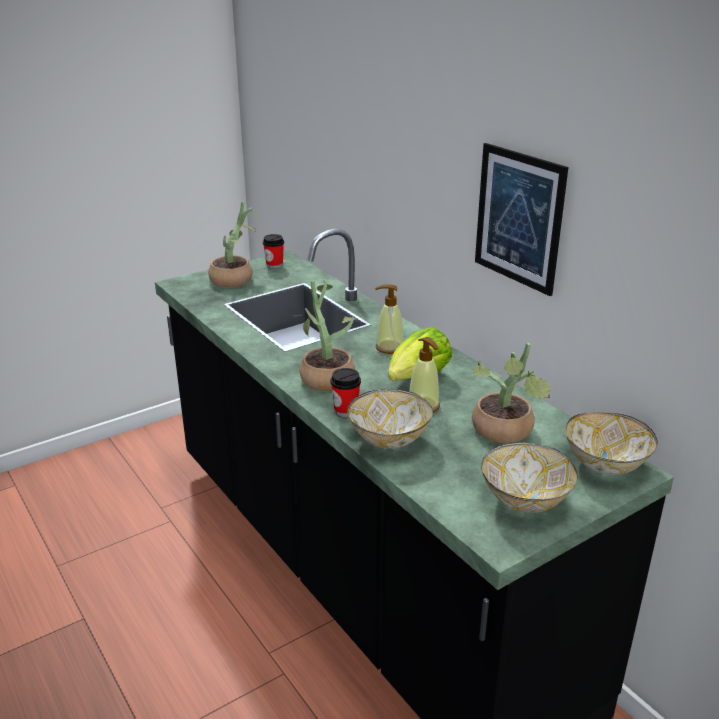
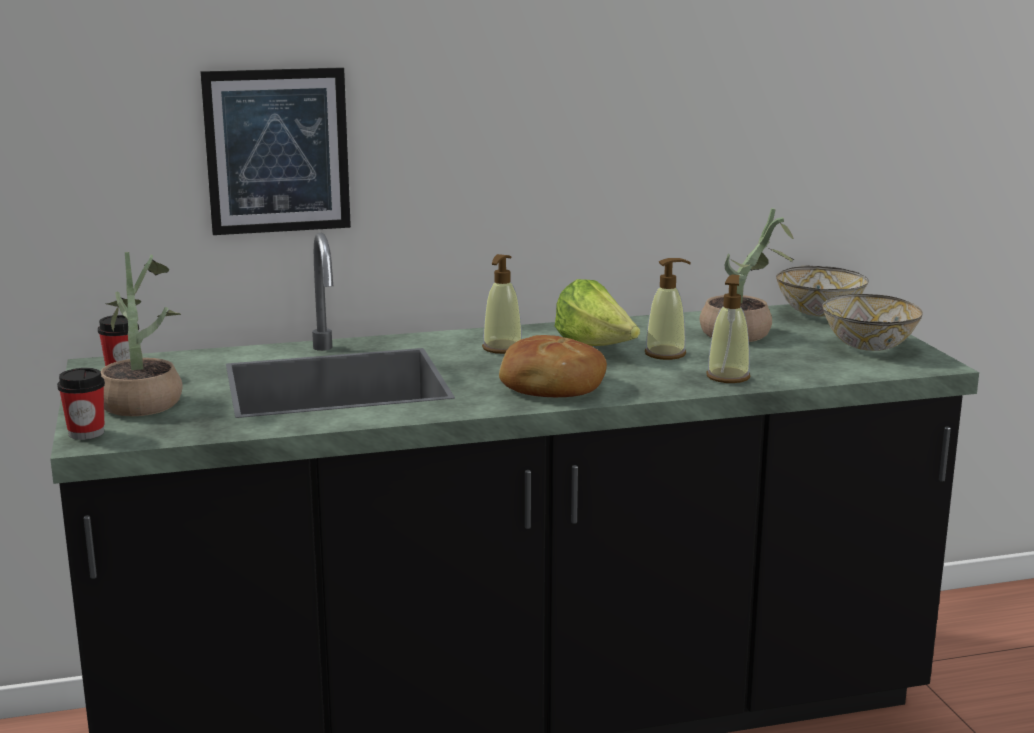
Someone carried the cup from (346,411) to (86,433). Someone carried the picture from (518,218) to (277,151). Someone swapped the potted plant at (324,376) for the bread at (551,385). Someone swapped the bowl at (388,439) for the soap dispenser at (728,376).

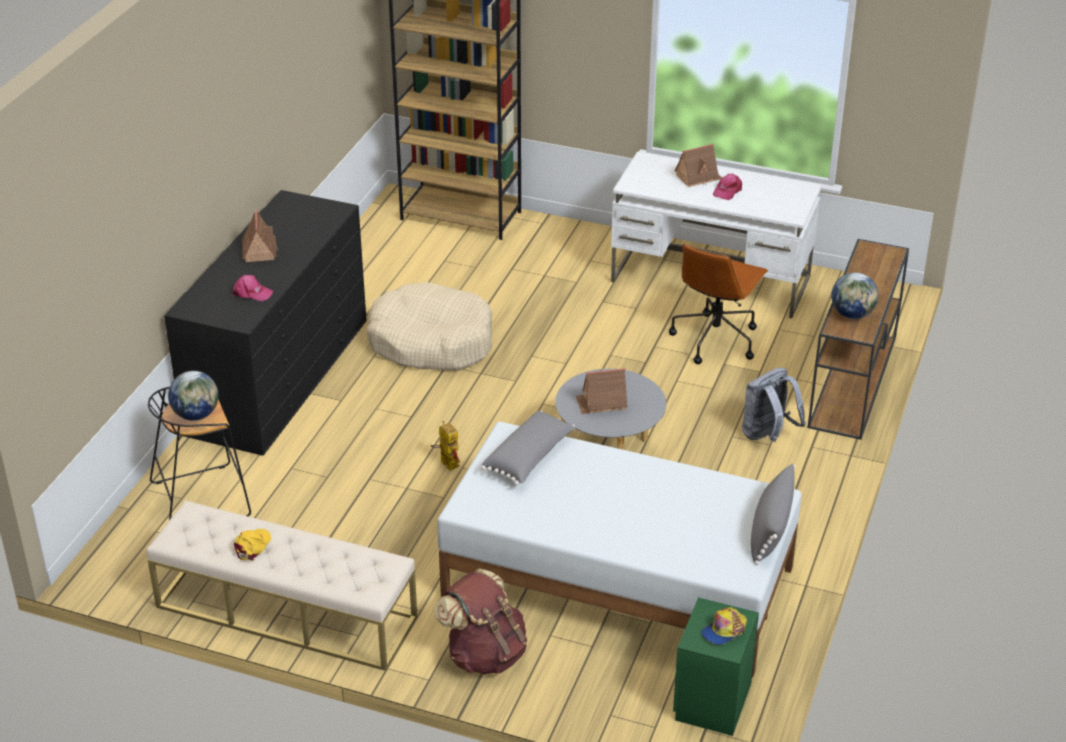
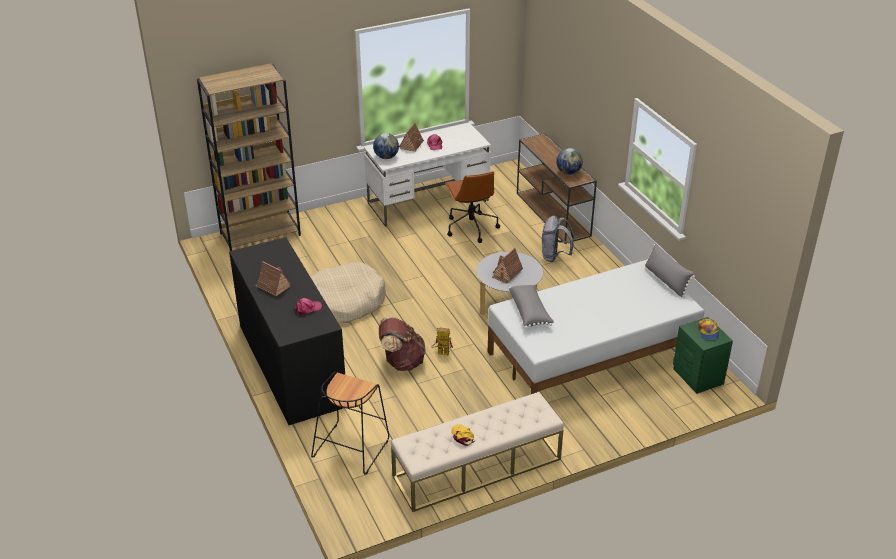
Someone carried the globe from (196,415) to (386,157). Someone carried the brown backpack from (485,654) to (401,362).

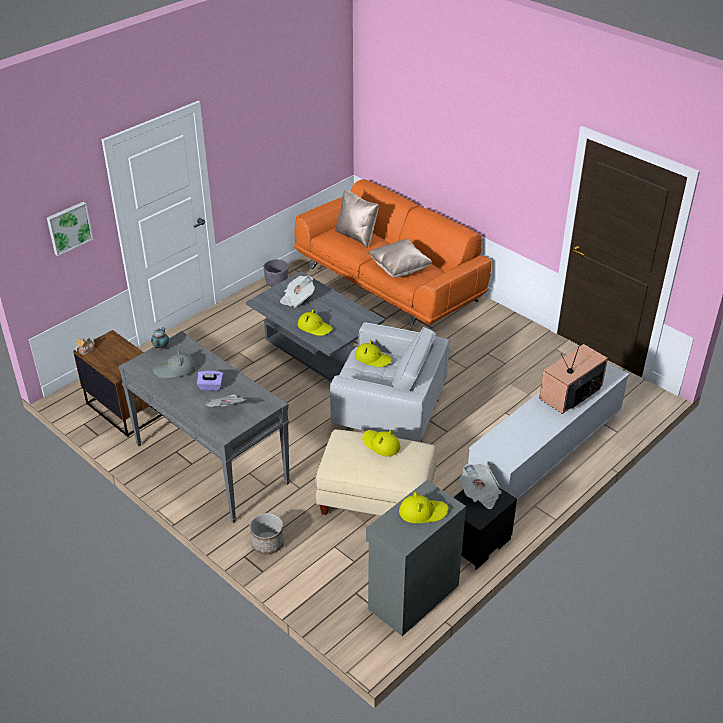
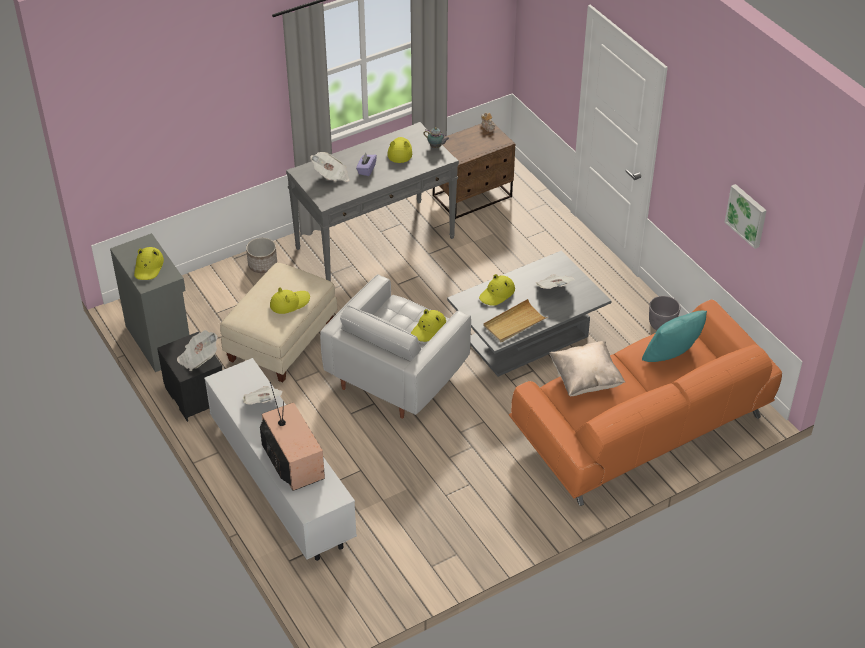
Someone put down the newspaper at (263,402). Someone put down the beige tray at (514,323). Someone carried the picture from (69,227) to (747,215). Someone repainted the grey hat at (175,370), which became the yellow hat at (399,152). Someone repainted the beige pillow at (356,236), which became the turquoise pillow at (672,356).

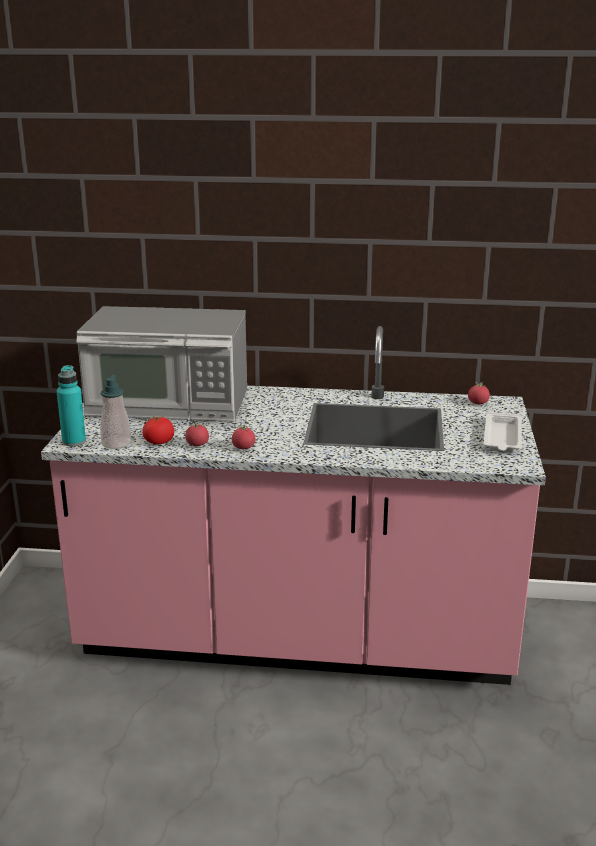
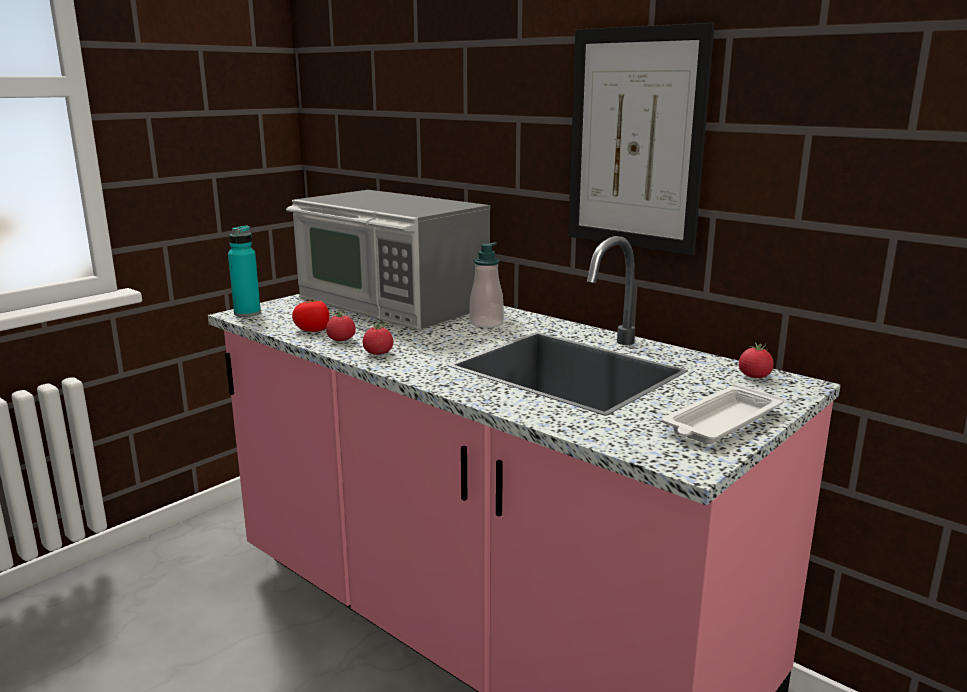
Someone put up the picture at (635,140). Someone carried the soap dispenser from (116,443) to (486,323).

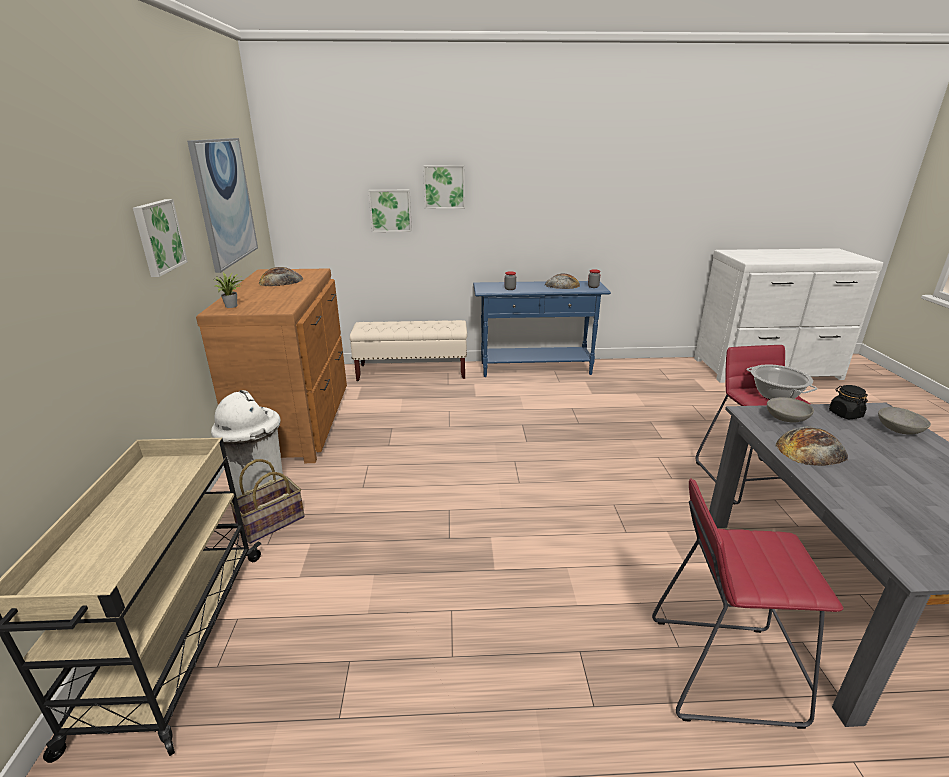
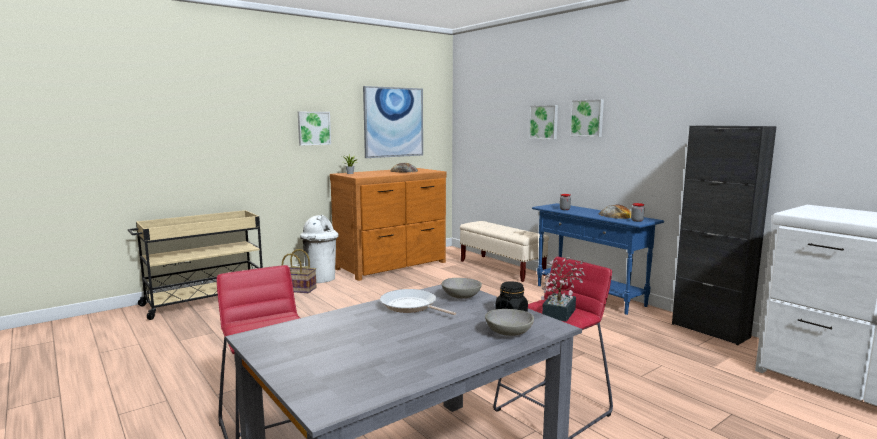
Someone put down the black cabinet at (710,330). Someone carried the picture from (390,210) to (587,118). Someone swapped the cooking pot at (776,395) for the potted plant at (561,311). Someone swapped the bread at (811,449) for the frying pan at (411,306).

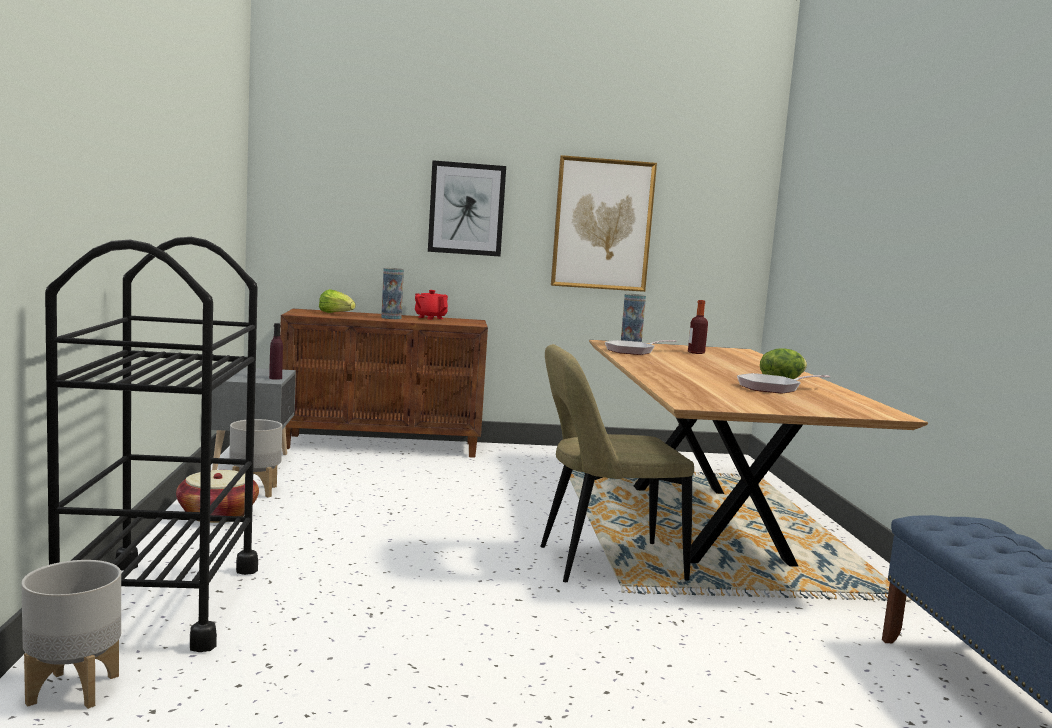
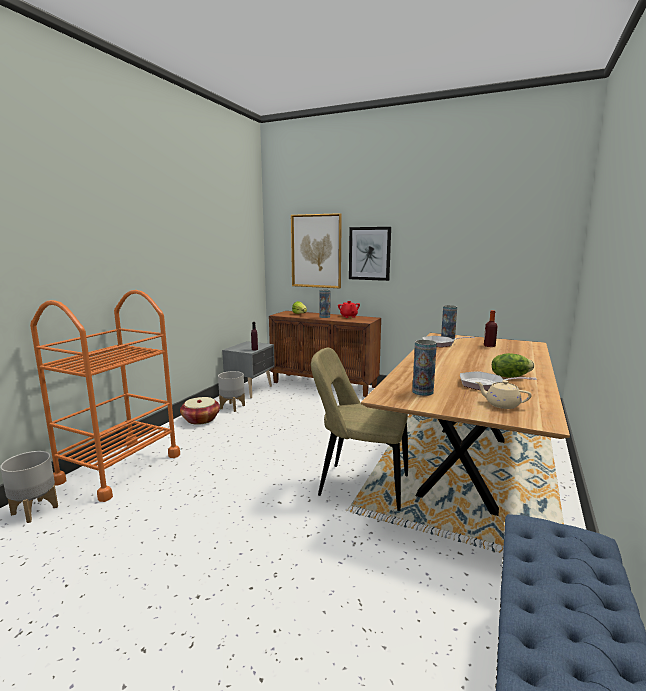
Someone put down the vase at (422,392). Someone put down the beige teapot at (501,404). Someone carried the picture from (602,224) to (316,251). Someone repainted the black cart at (160,603), which became the orange cart at (120,468).

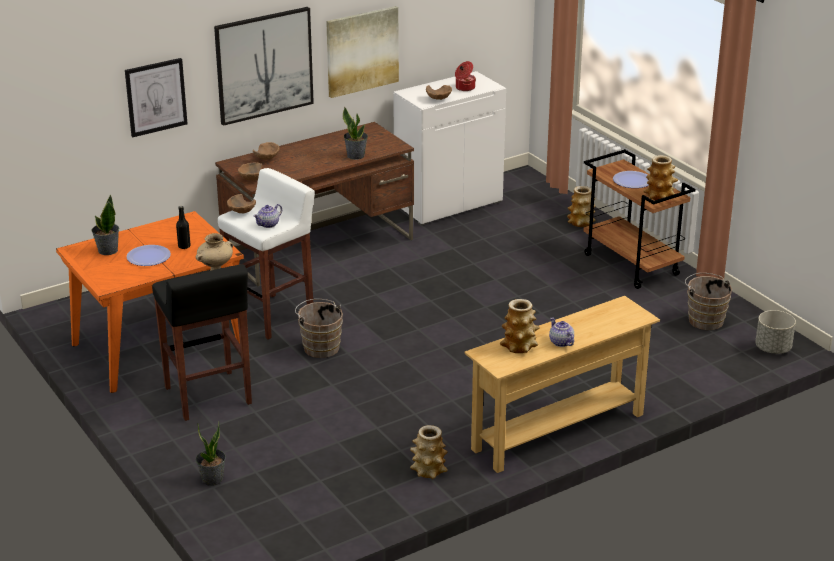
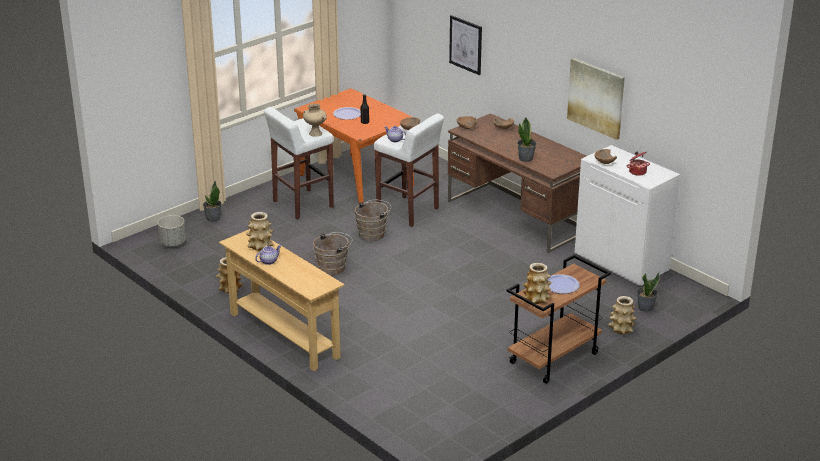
Someone took away the picture at (264,65). Someone carried the potted plant from (107,250) to (645,307). Someone carried the brown bucket from (704,319) to (333,267). Someone carried the grey planter from (772,348) to (172,243). Someone repainted the black stool at (208,397), which became the white stool at (302,204).

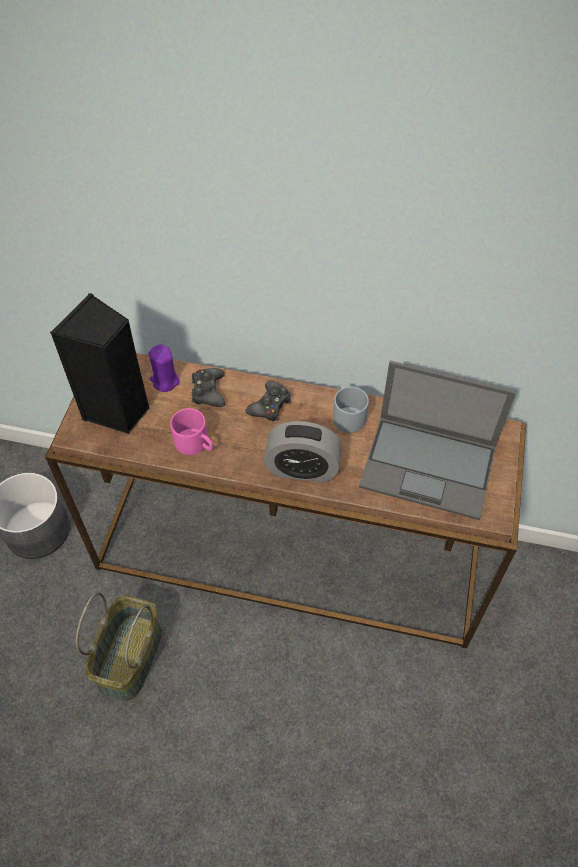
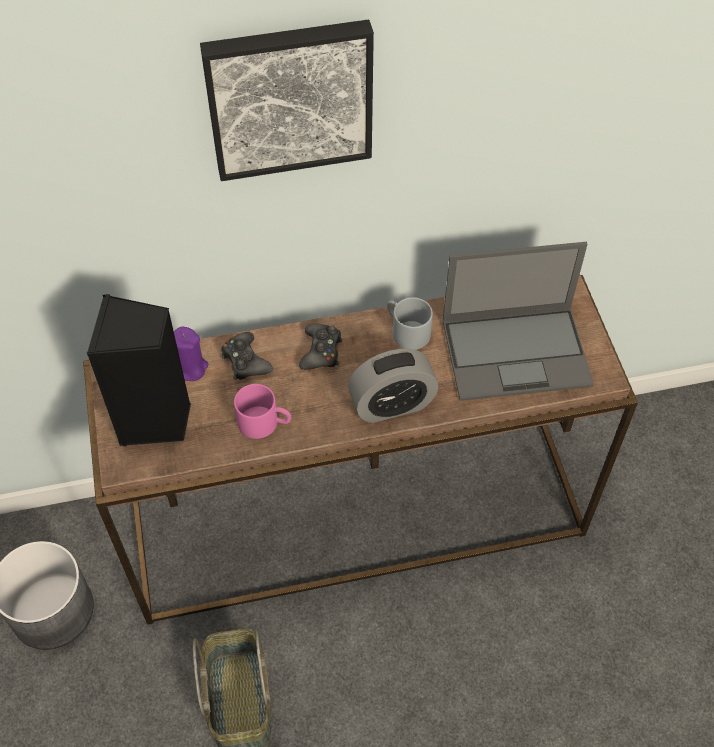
Someone put up the picture at (289,97).

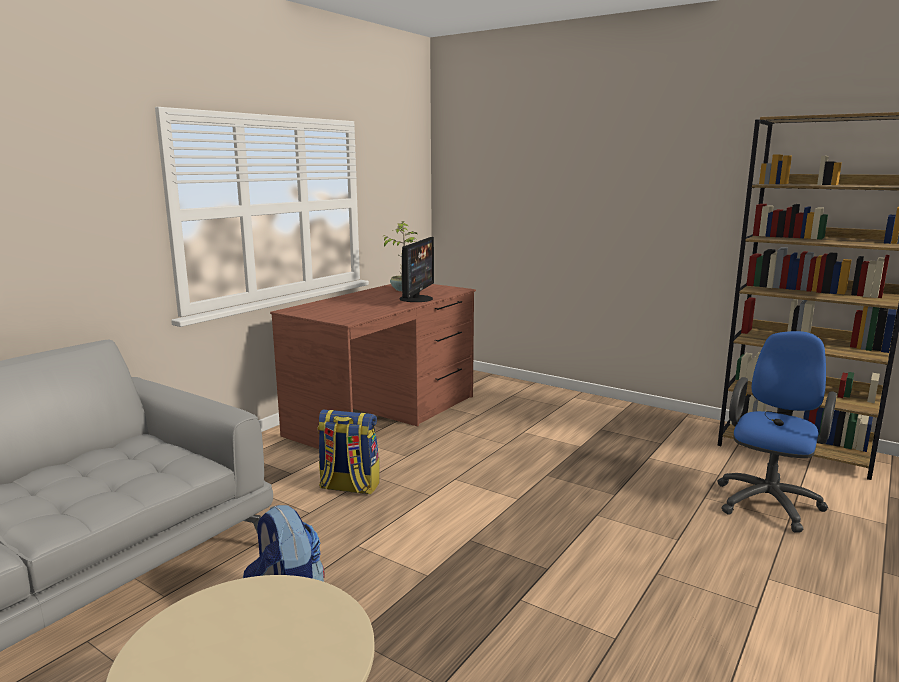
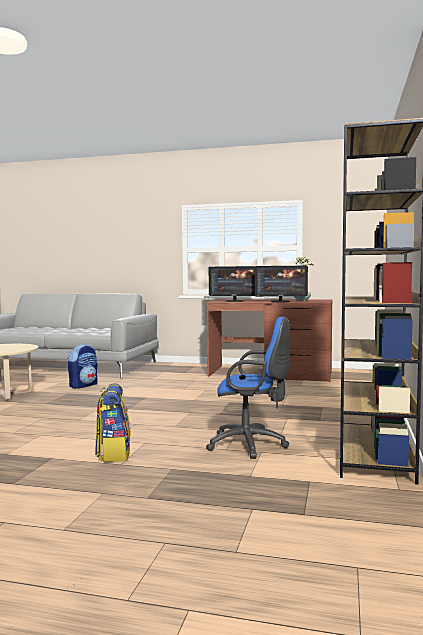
Someone put down the monitor at (234,301). Someone carried the backpack from (349,487) to (113,454).

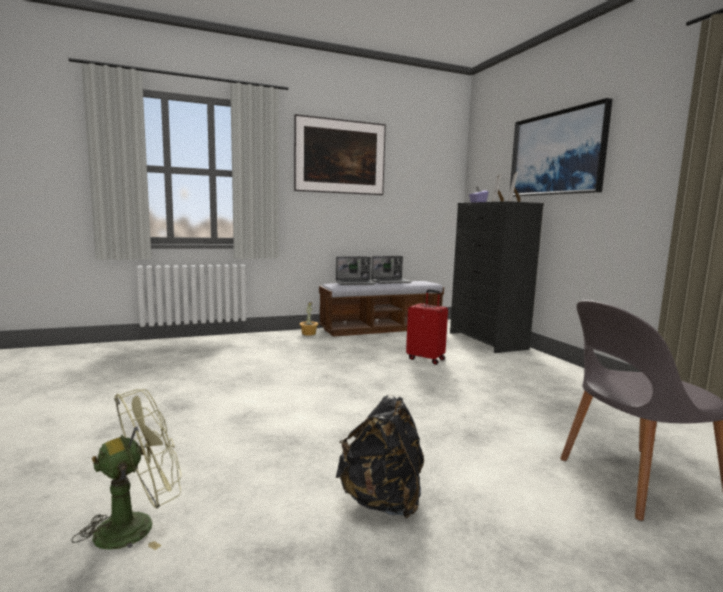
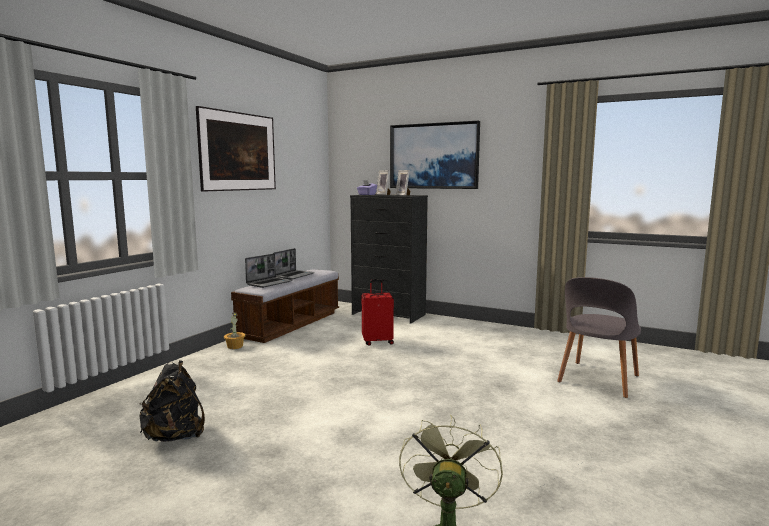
Someone carried the black backpack from (382,501) to (175,436).

